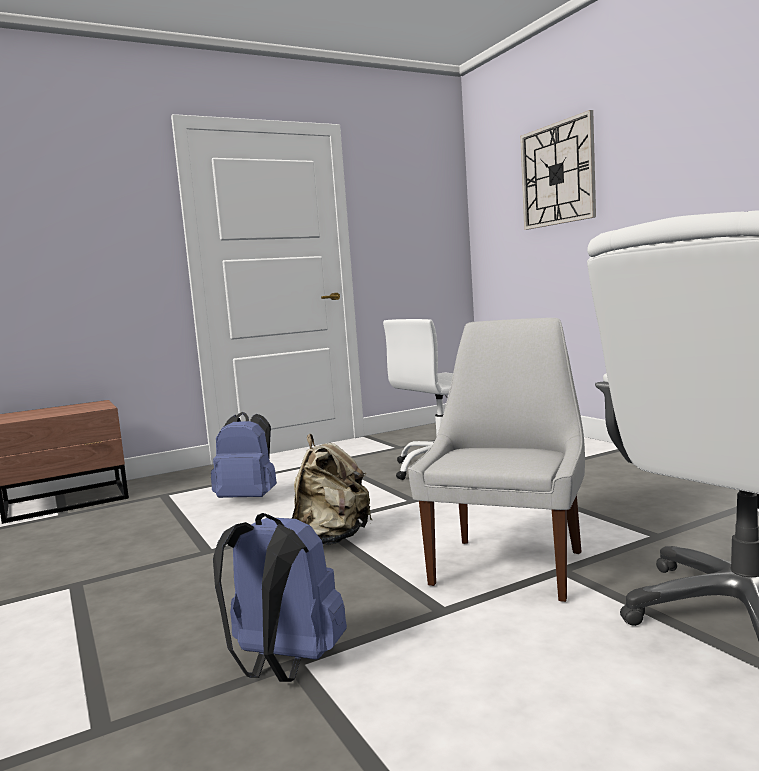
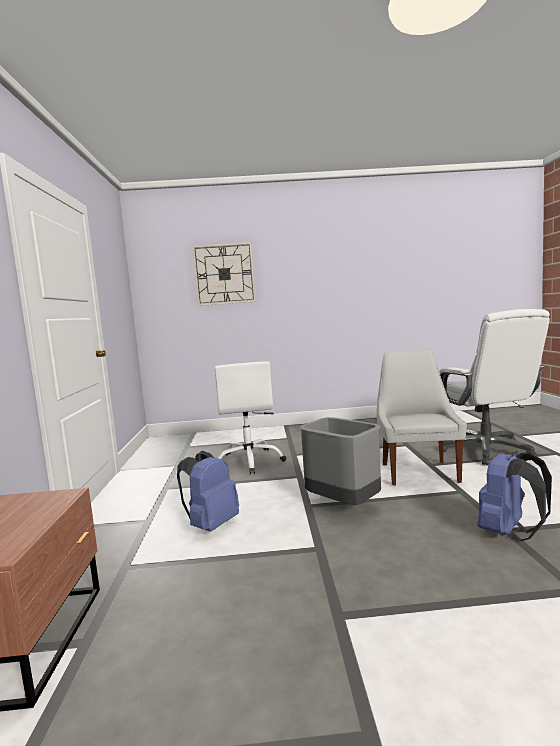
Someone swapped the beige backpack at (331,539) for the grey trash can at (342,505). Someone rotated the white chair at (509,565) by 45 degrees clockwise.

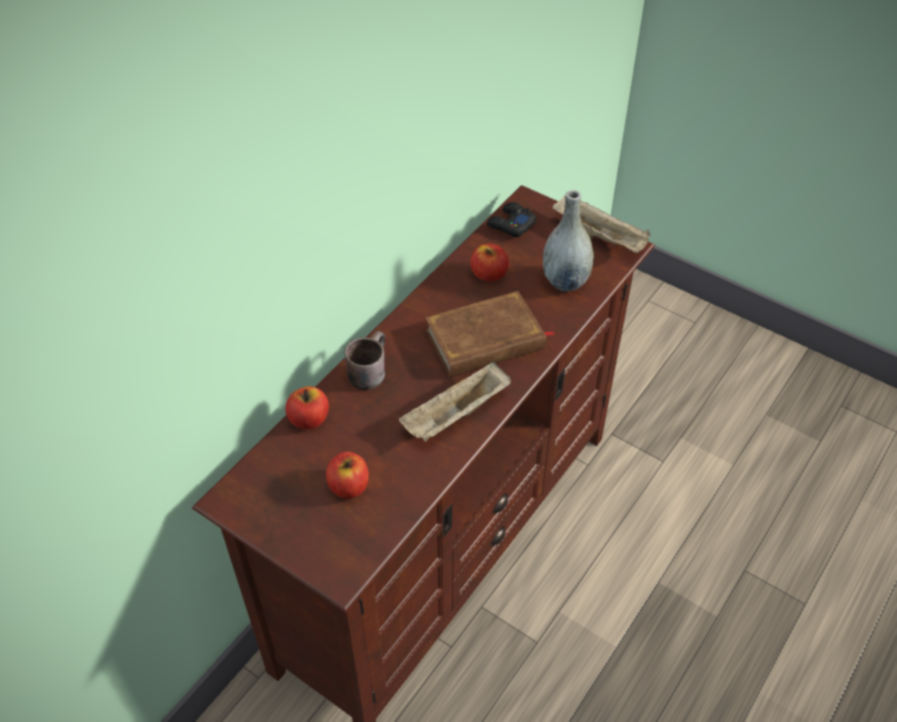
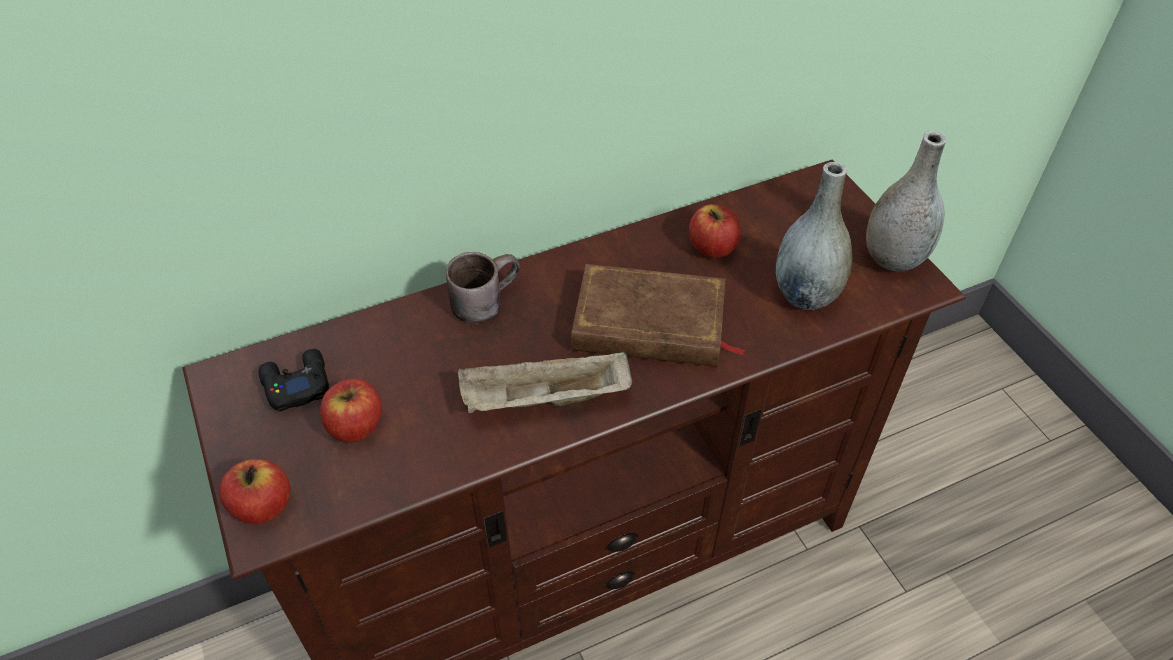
Someone carried the apple from (309,419) to (262,506). Someone carried the black game controller from (510,224) to (296,384). Someone swapped the beige tray at (601,237) for the grey vase at (893,258).

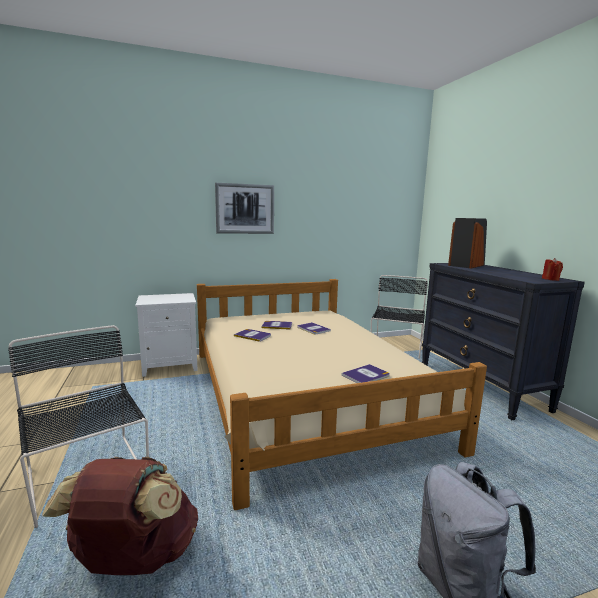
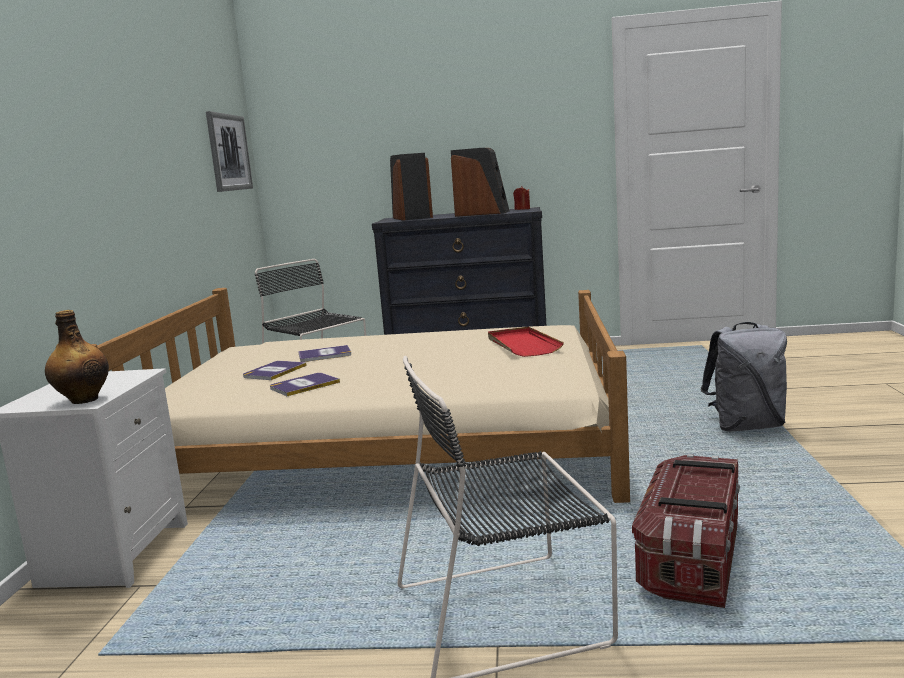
Someone put down the bottle at (83,400). Someone put down the speaker at (482,213). Someone carried the picture from (245,209) to (229,152). Someone swapped the brown backpack at (134,560) for the storage box at (691,561). Someone swapped the book at (366,375) for the red tray at (522,345).

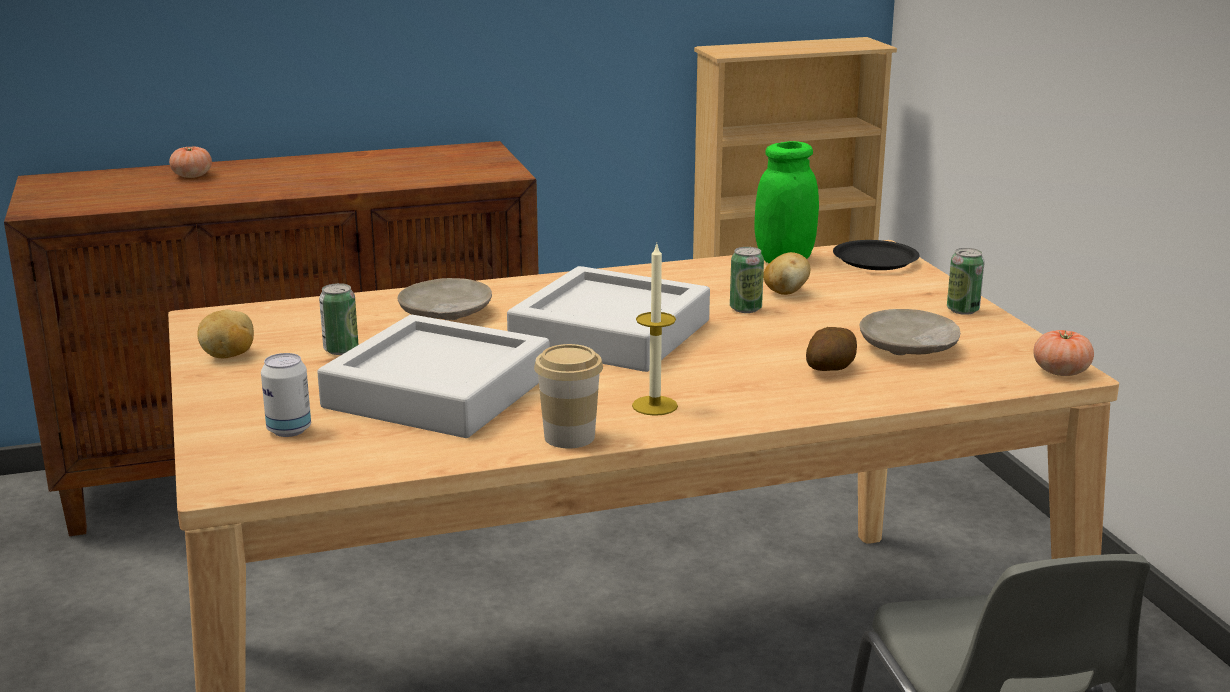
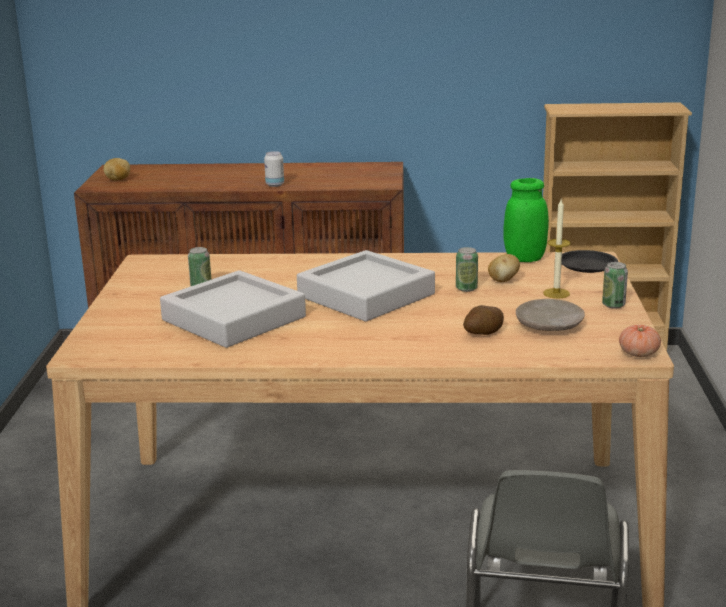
Someone took away the tomato at (192,176). Someone took away the beige plate at (445,314). Someone took away the cup at (569,437). Someone carried the potato from (228,356) to (118,179). Someone carried the can from (289,430) to (275,185). Someone carried the candle from (654,406) to (556,293).

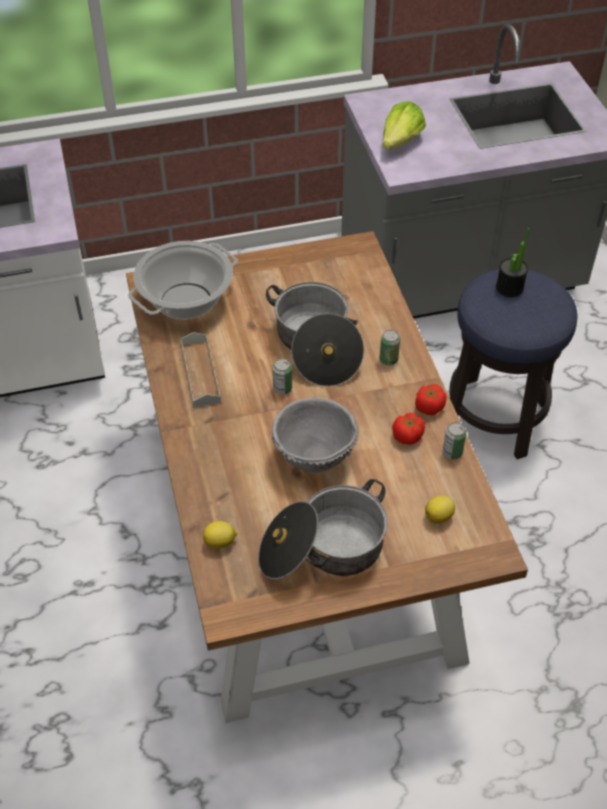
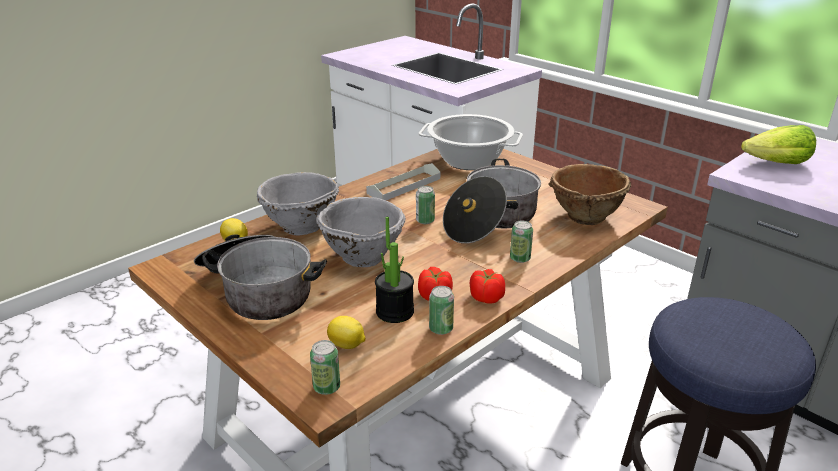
Someone put down the grey bowl at (300,226). Someone put down the can at (326,387). Someone put down the brown bowl at (585,217). Someone carried the potted plant from (509,287) to (395,312).

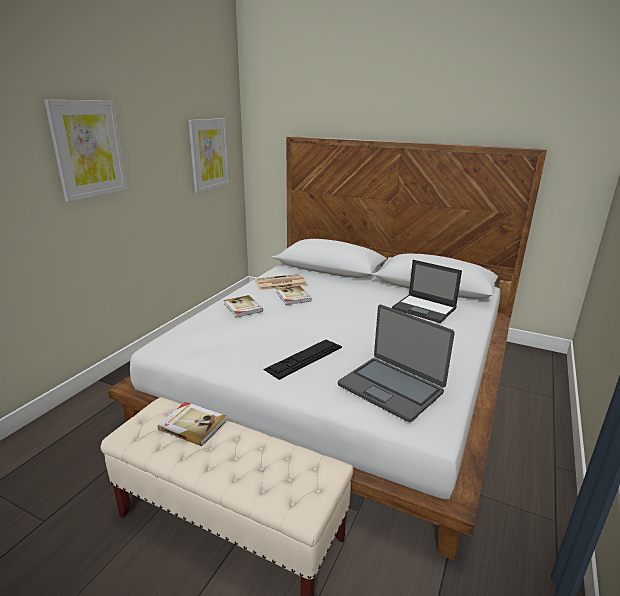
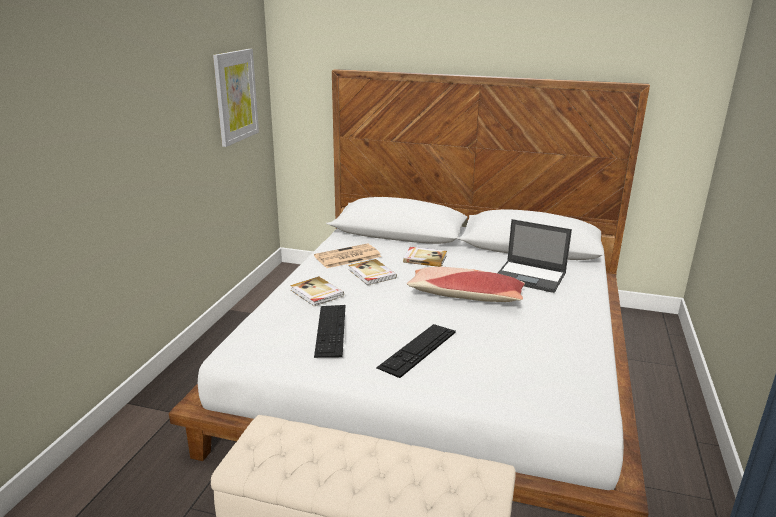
Someone took away the picture at (88,149). Someone took away the laptop at (391,388). Someone put down the keyboard at (330,330). Someone put down the pillow at (465,296). Someone carried the book from (193,424) to (425,258).

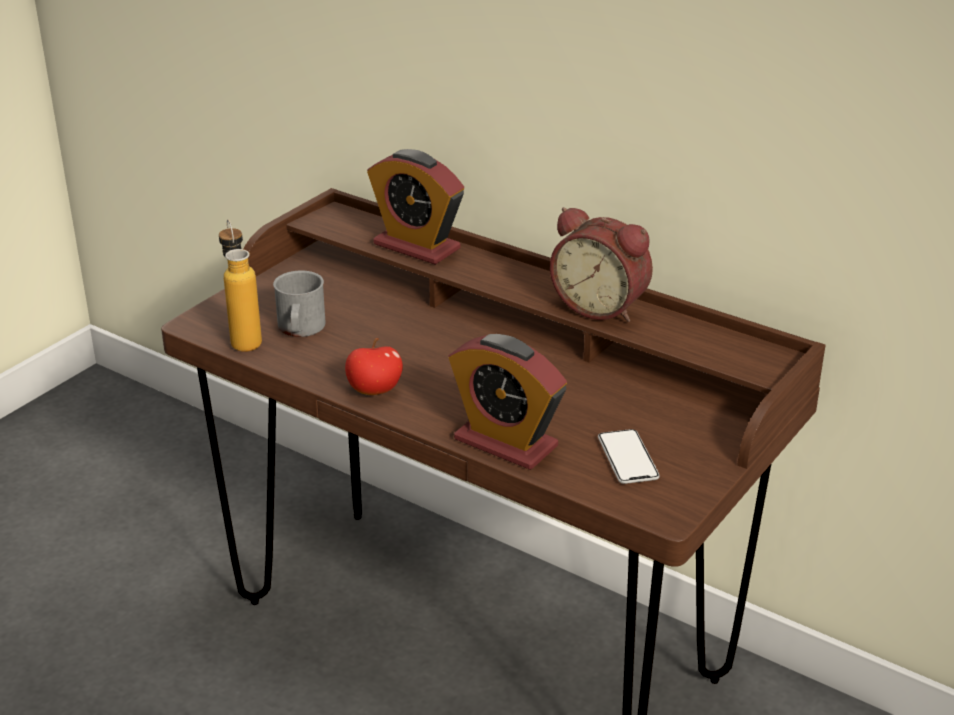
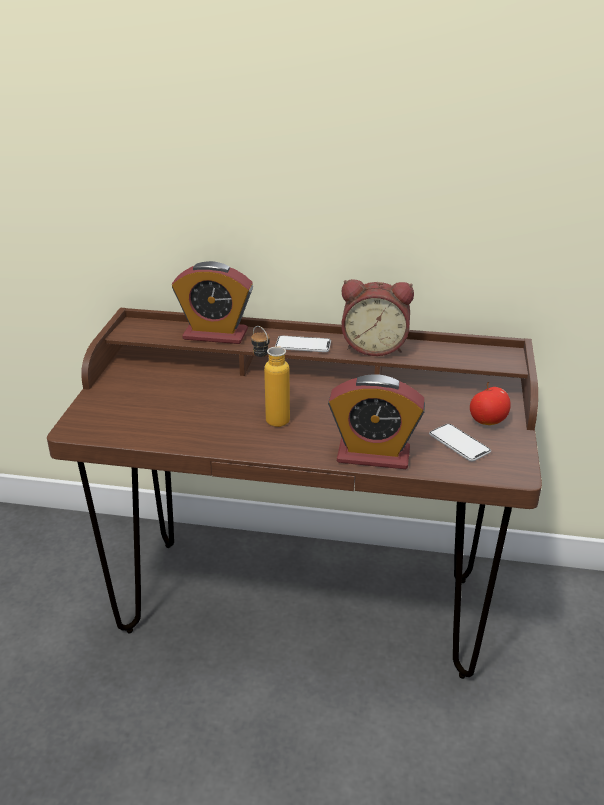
Someone took away the grey mug at (300,329). Someone put down the phone at (303,345). Someone carried the bottle from (243,338) to (270,417). Someone carried the apple from (374,391) to (488,421).

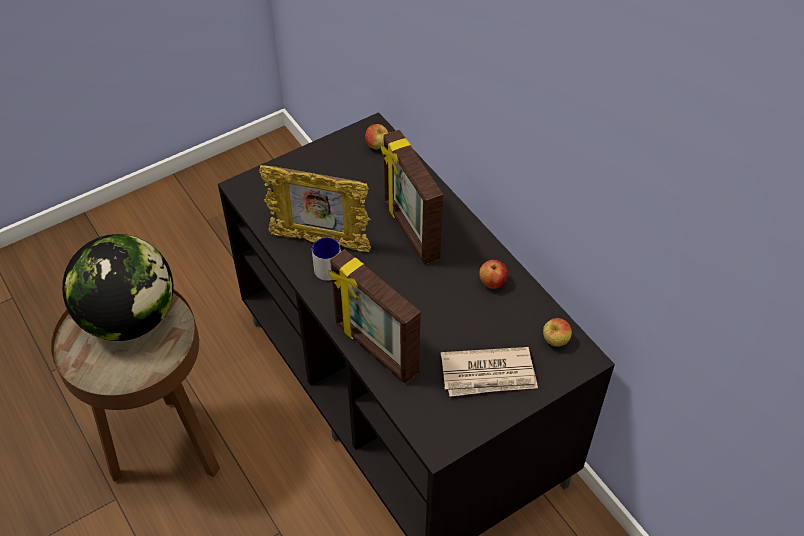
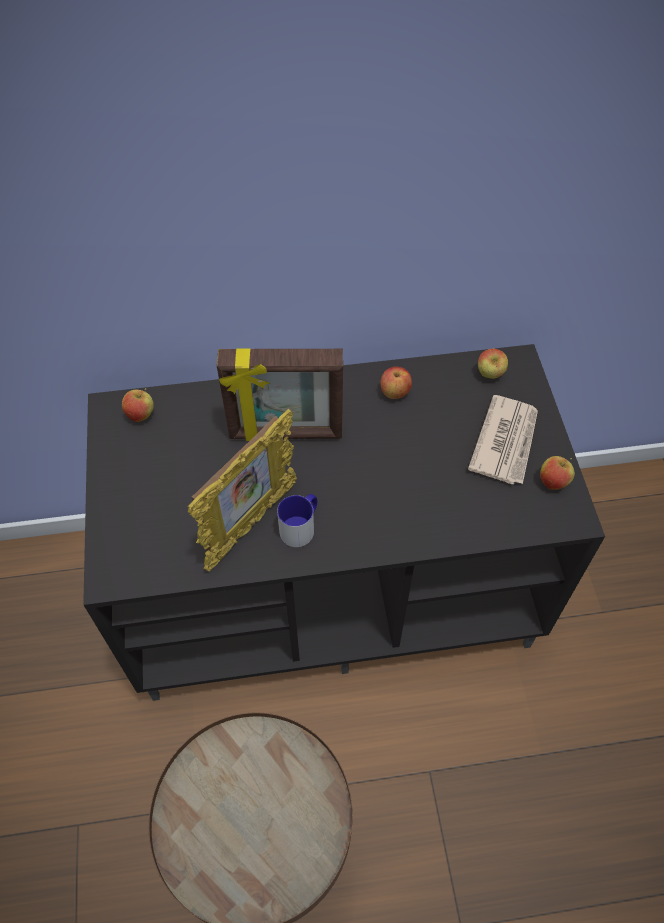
Someone took away the globe at (130,318). Someone took away the picture frame at (375,349). Someone put down the apple at (553,482).

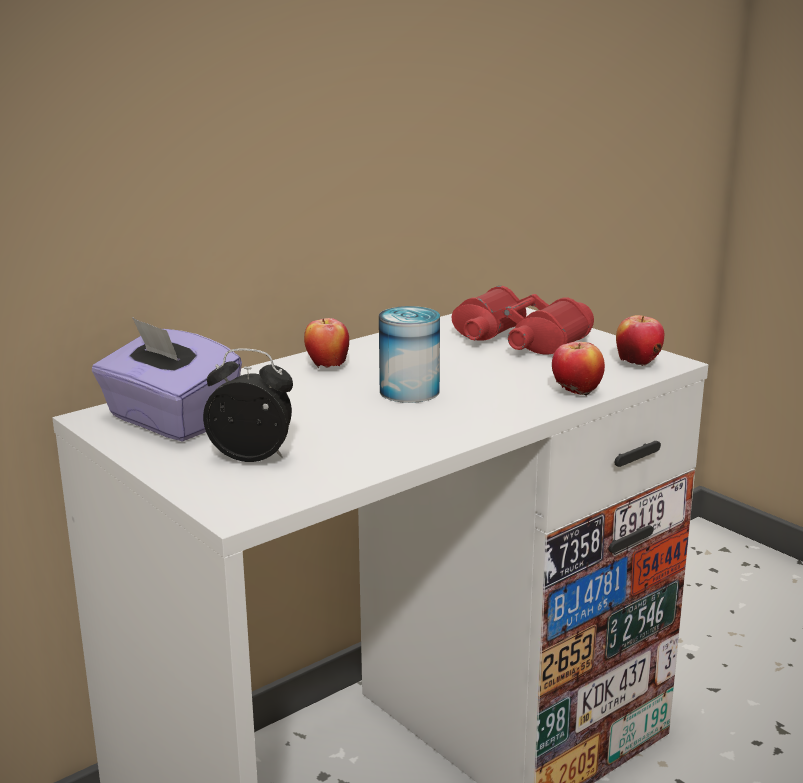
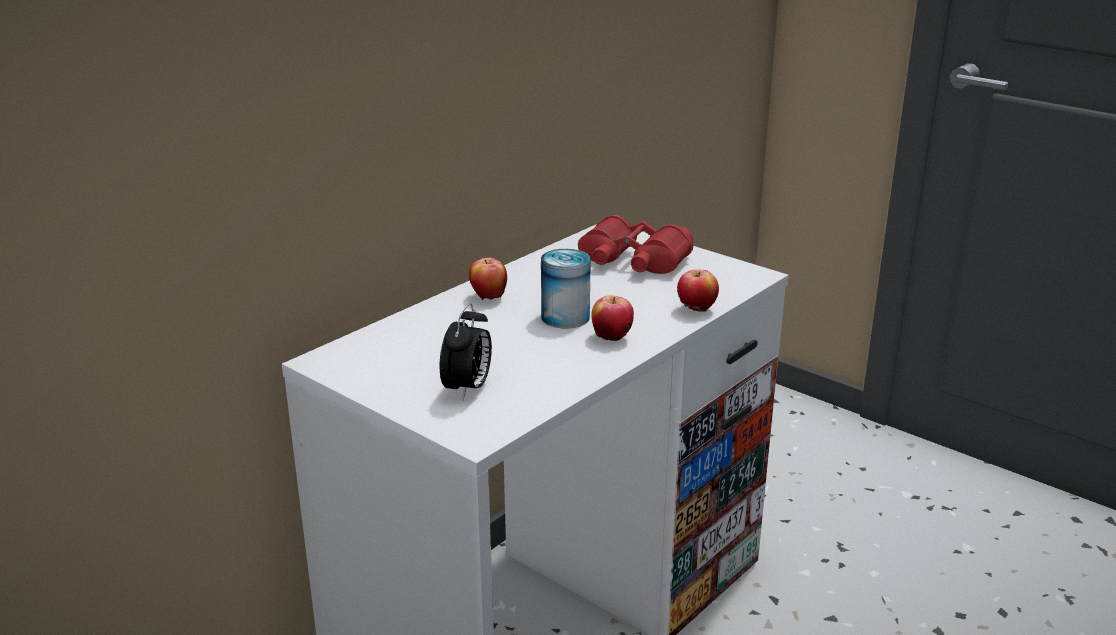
Someone took away the purple tissue box at (169,421). Someone carried the apple from (638,364) to (612,338). Someone rotated the alarm clock at (253,457) by 105 degrees clockwise.

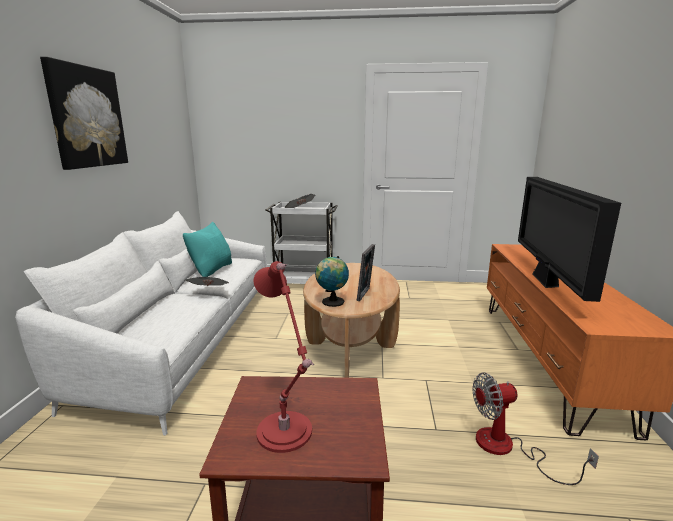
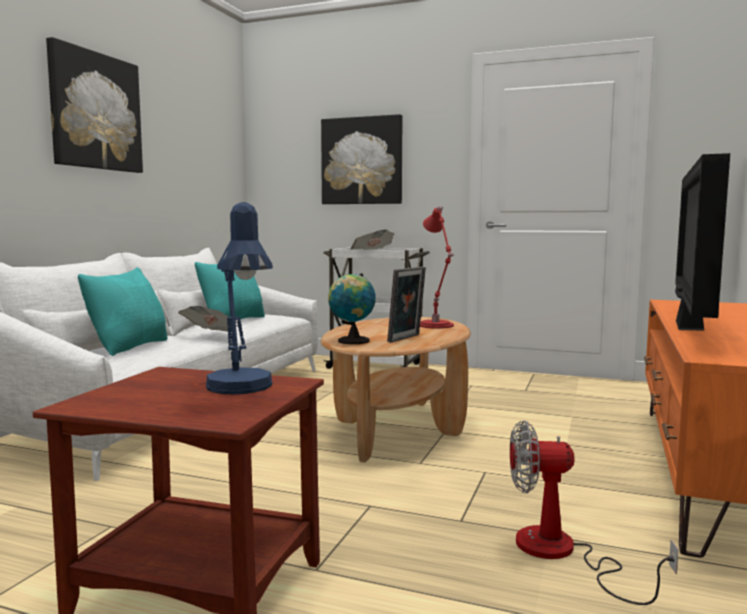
Someone put down the turquoise pillow at (129,347). Someone put down the blue table lamp at (242,389). Someone put up the picture at (362,161). Someone carried the red table lamp from (286,435) to (436,326).

